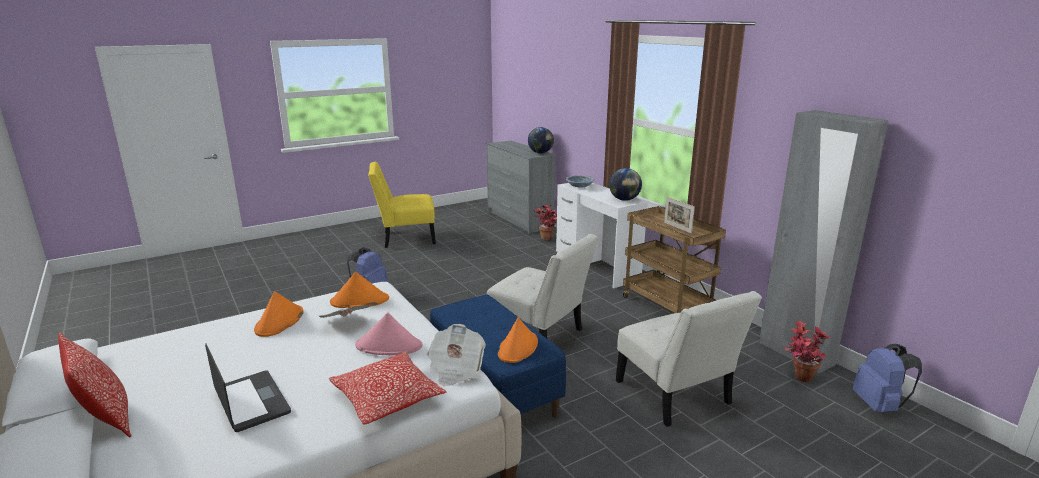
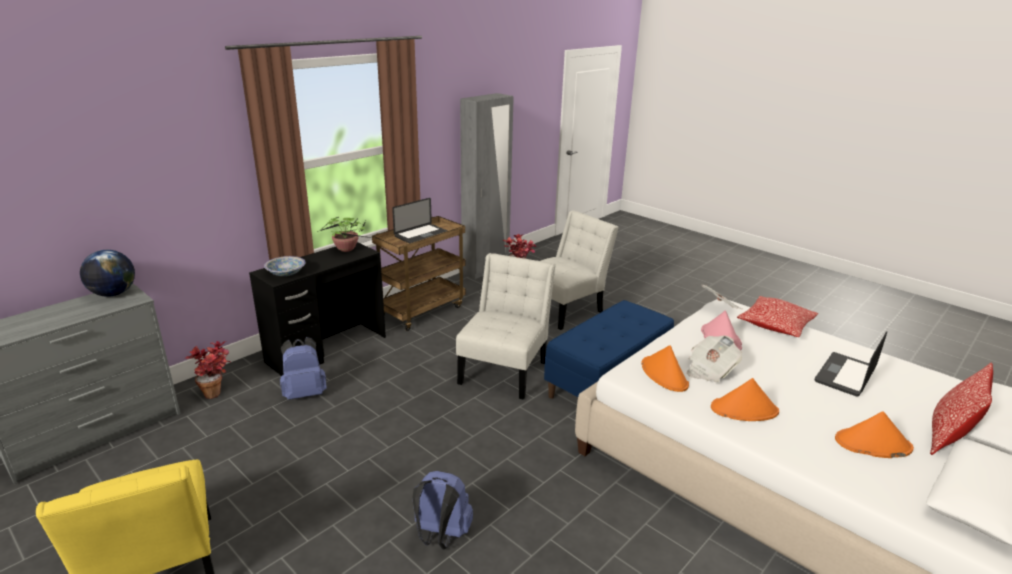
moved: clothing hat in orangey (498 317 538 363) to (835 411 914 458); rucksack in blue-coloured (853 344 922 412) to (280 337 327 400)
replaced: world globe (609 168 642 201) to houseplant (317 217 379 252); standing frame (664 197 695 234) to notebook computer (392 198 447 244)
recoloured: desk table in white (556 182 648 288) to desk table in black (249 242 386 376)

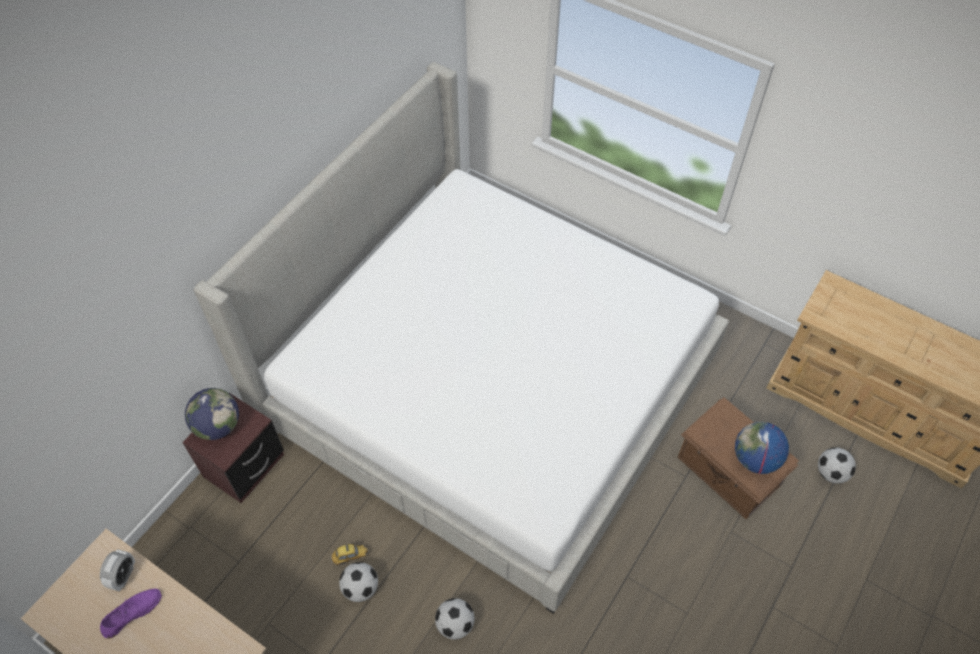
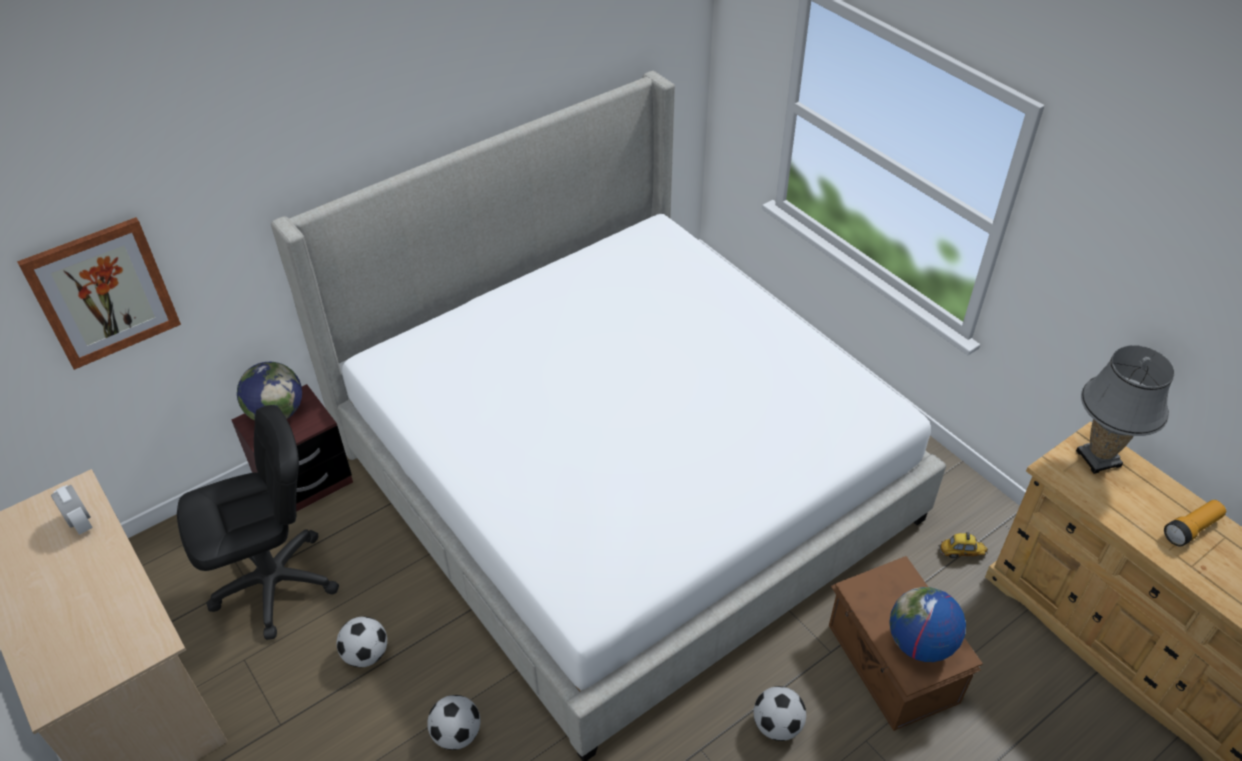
removed: low shoe in purple (100 589 162 638)
added: picture (17 217 181 370); table lamp in grey (1076 345 1175 474); office chair in black (177 405 339 640); flashlight (1164 500 1226 547)
moved: football (818 448 856 484) to (754 686 806 741); model car (330 544 369 565) to (939 531 988 558)
turned: alarm clock (100 549 135 592) = (51 485 93 535) 75 degrees counterclockwise

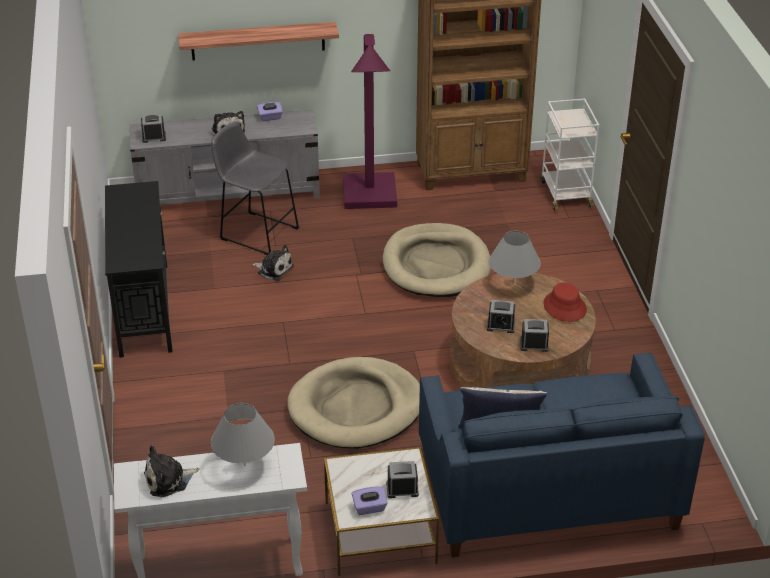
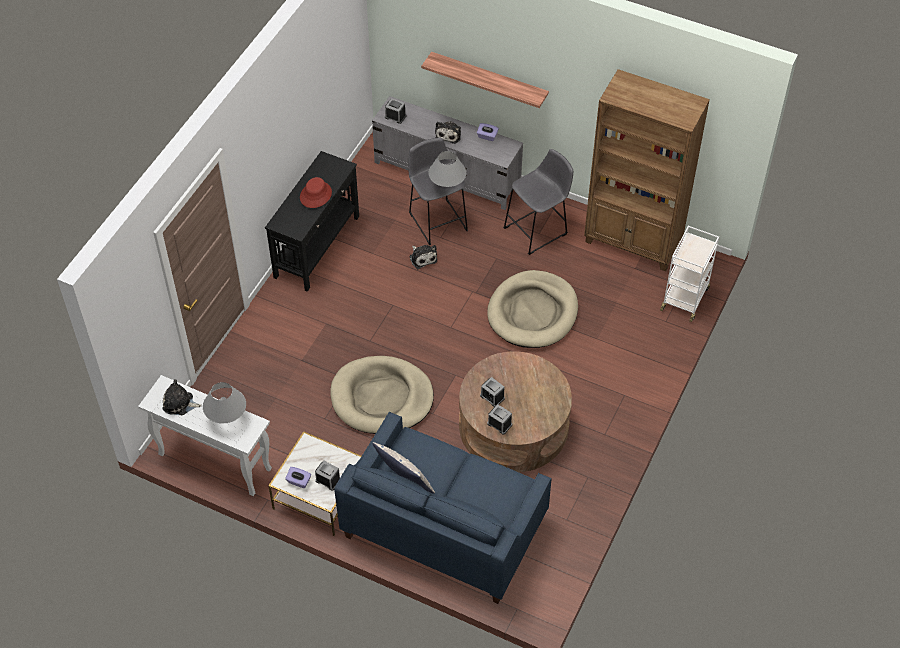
moved: table lamp in grey (489 231 541 284) to (429 151 466 187); clothing hat in red-coloured (543 282 587 322) to (300 177 332 208)
replaced: floor lamp in purple (343 34 397 209) to stool in grey (503 149 573 255)

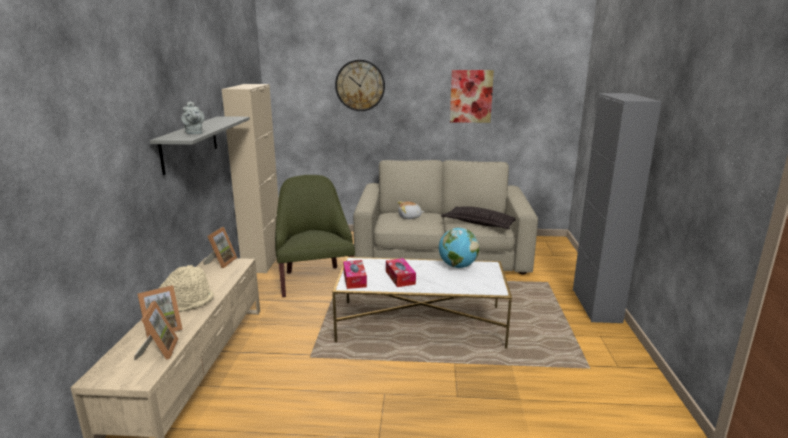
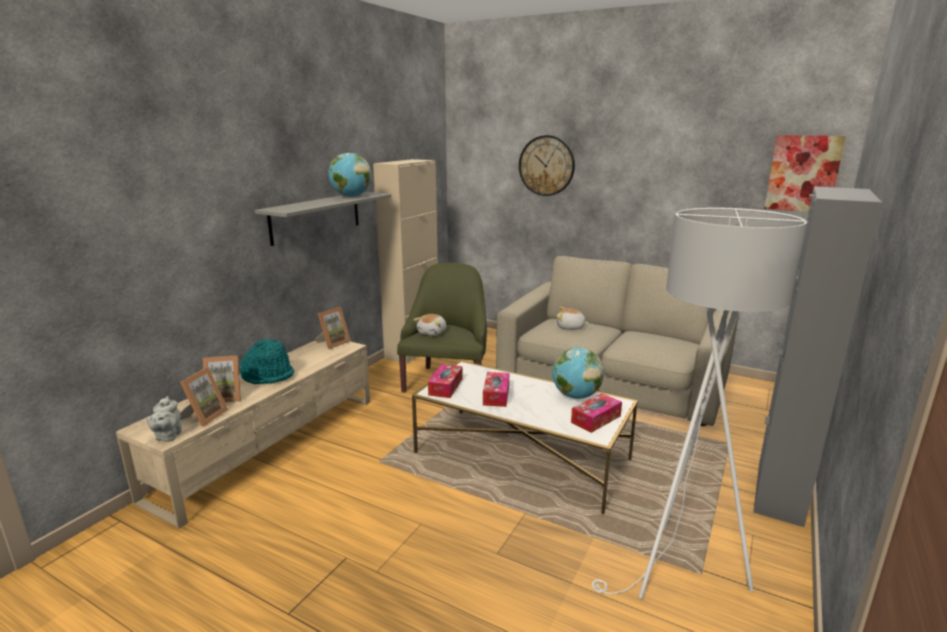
removed: throw pillow (441 206 516 229)
added: world globe (328 153 372 197); floor lamp in white (592 208 808 599); plush toy (414 314 446 336); tissue holder (571 393 622 433)
moved: picture (450 70 494 123) to (764 135 846 212); teapot in grey (181 101 204 134) to (147 396 182 442)
recoloured: clothing hat in beige-coloured (159 265 214 312) to clothing hat in turquoise (239 339 294 384)

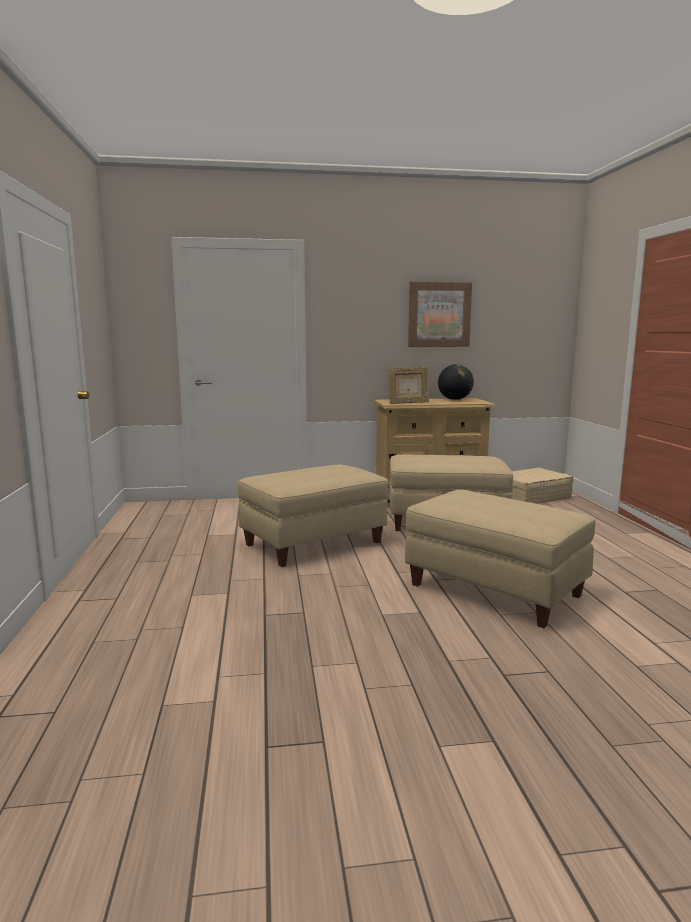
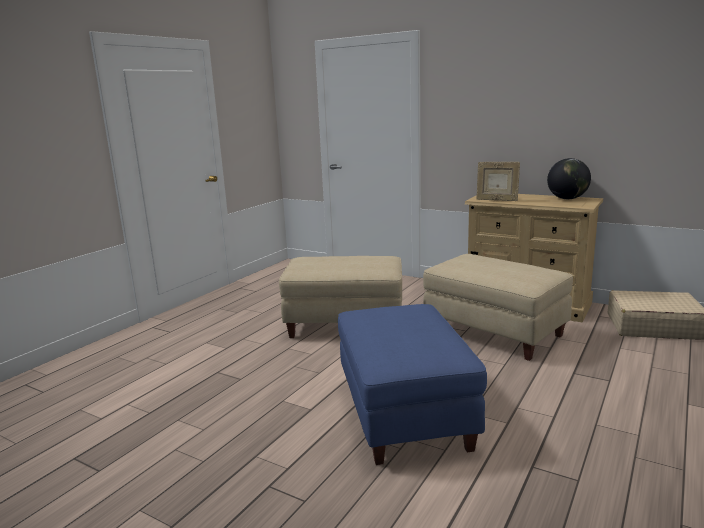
removed: picture (408 282 472 347)
recoloured: ottoman in beige-coloured (405 490 595 628) to ottoman in blue-coloured (338 304 487 465)

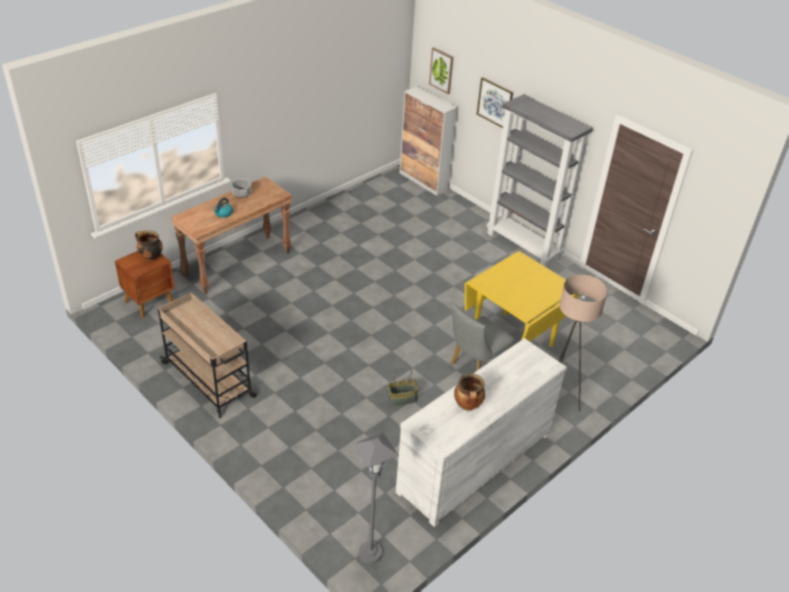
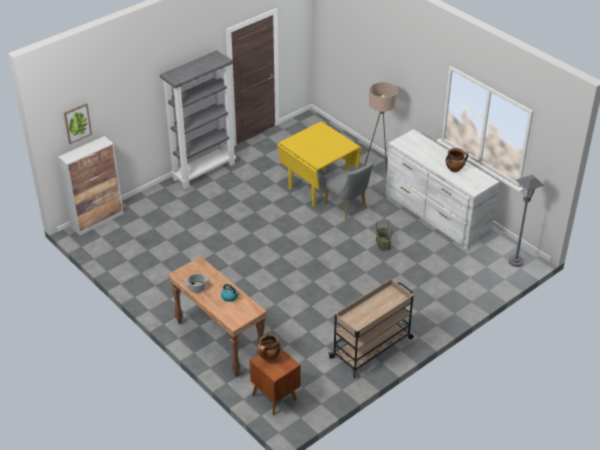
removed: picture (477 77 513 128)

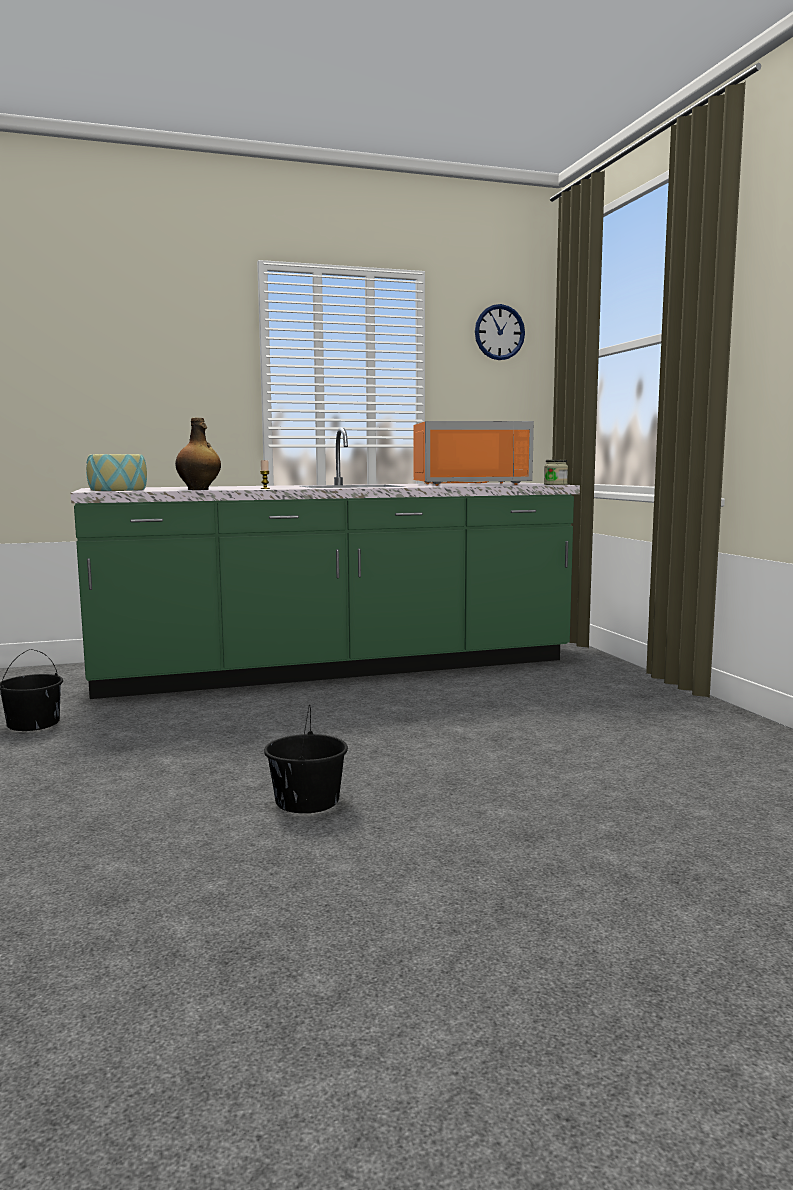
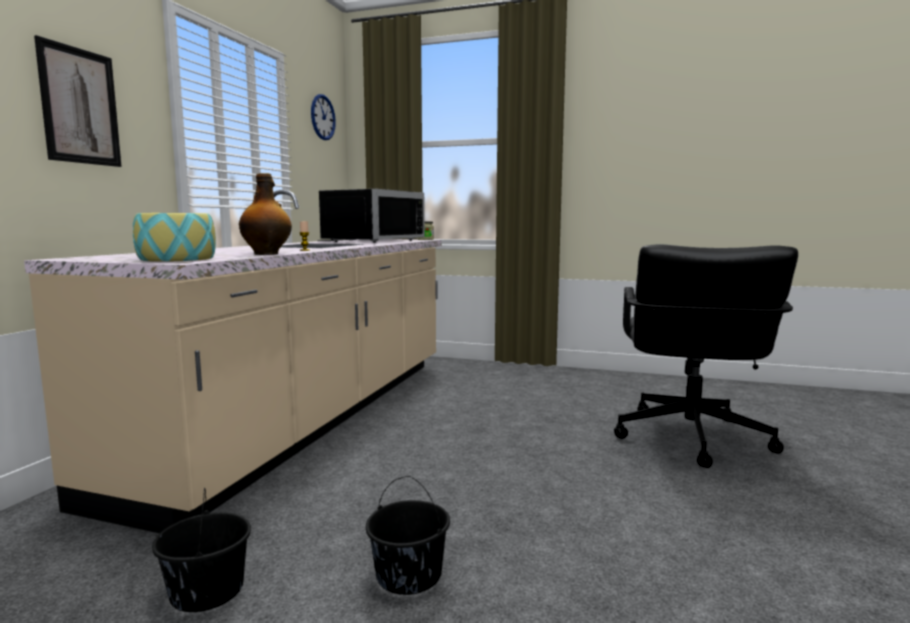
added: picture (34 35 122 167); office chair in black (614 244 798 468)
moved: bucket in black (264 705 348 813) to (366 476 450 595)
recoloured: microwave oven in orangey (414 421 534 486) to microwave oven in black (318 189 425 243); kitchen counter in green (71 427 580 699) to kitchen counter in beige-coloured (24 190 442 533)

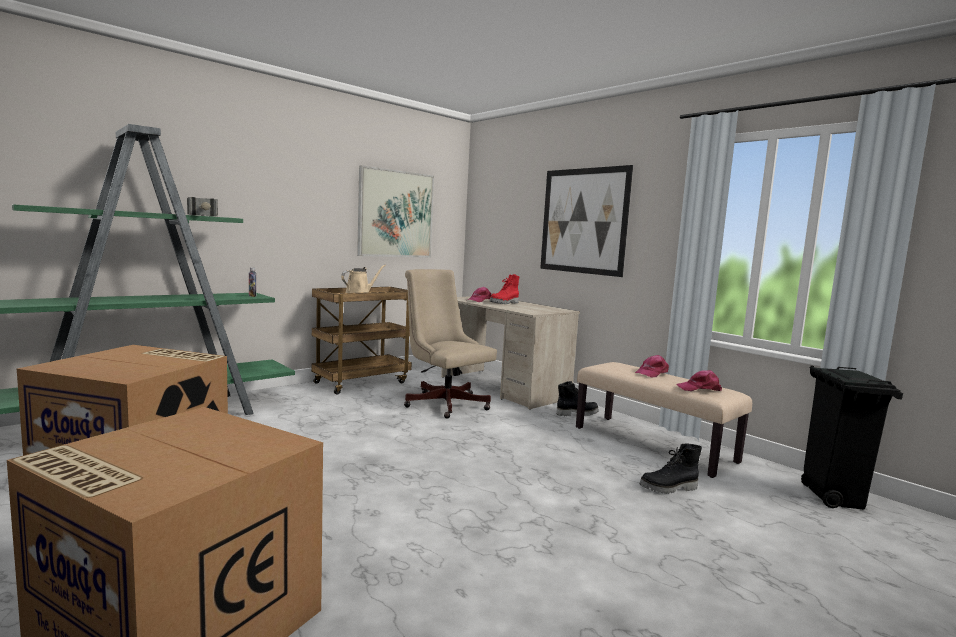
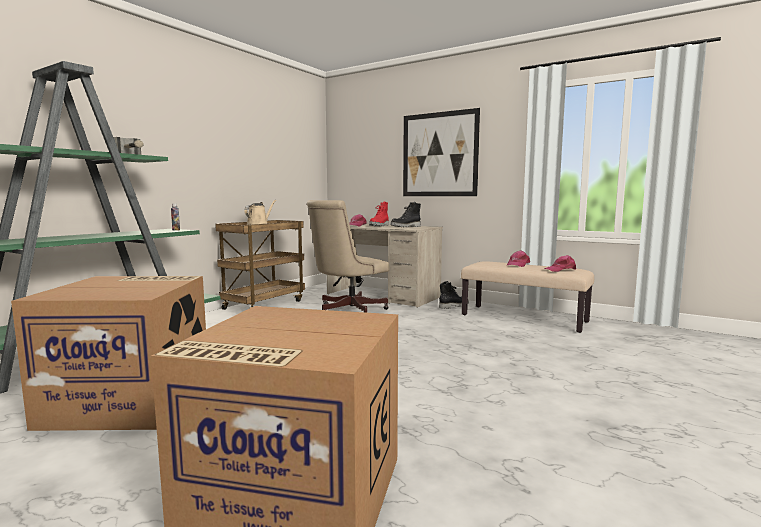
removed: picture (357 165 434 257); rubbish bin in black (801 365 903 510)
moved: boot in black (639 444 702 494) to (390 202 421 227)
turned: office chair in beige-coloured (404 269 497 419) = (307 200 390 313) 75 degrees counterclockwise

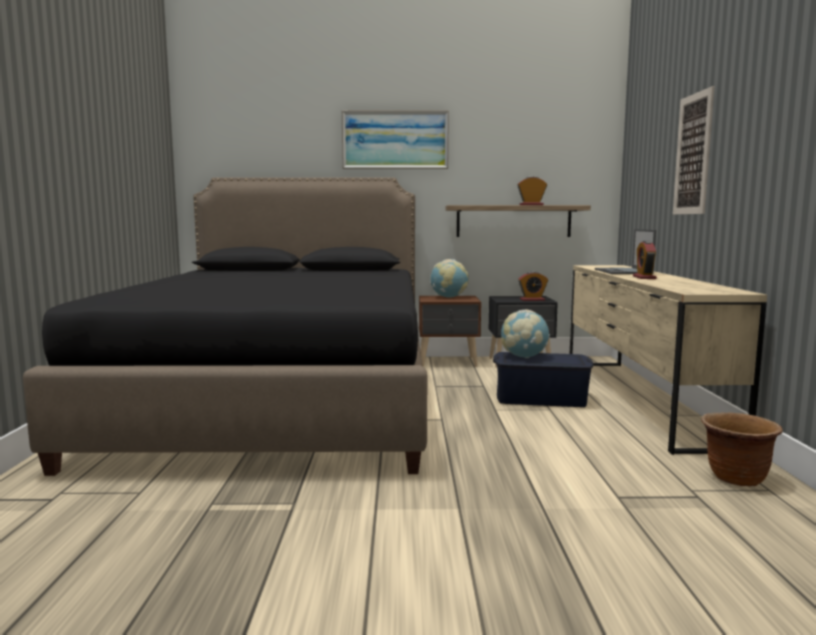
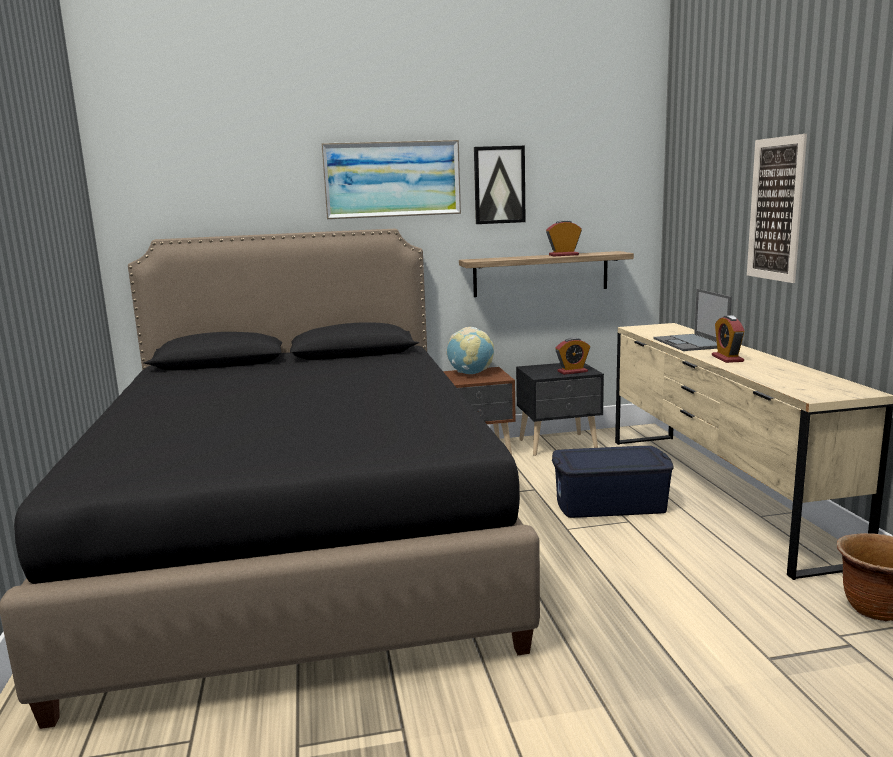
removed: world globe (501 310 550 358)
added: picture (474 146 526 224)

